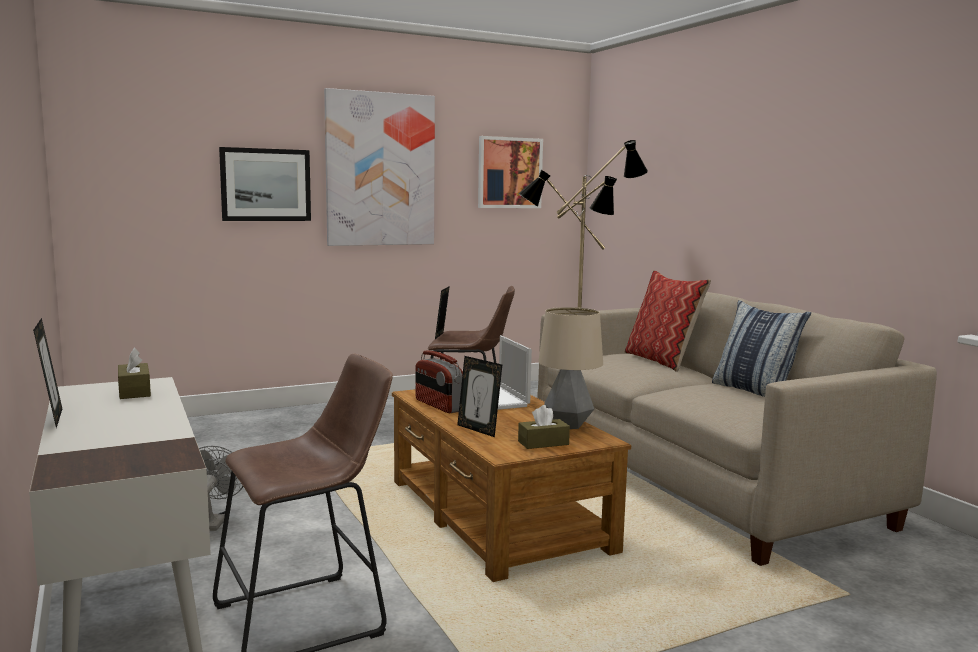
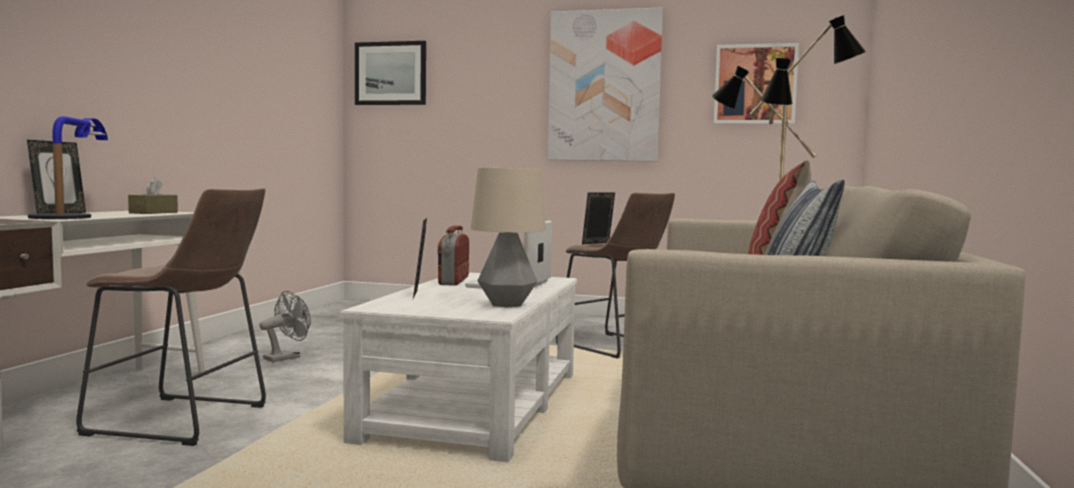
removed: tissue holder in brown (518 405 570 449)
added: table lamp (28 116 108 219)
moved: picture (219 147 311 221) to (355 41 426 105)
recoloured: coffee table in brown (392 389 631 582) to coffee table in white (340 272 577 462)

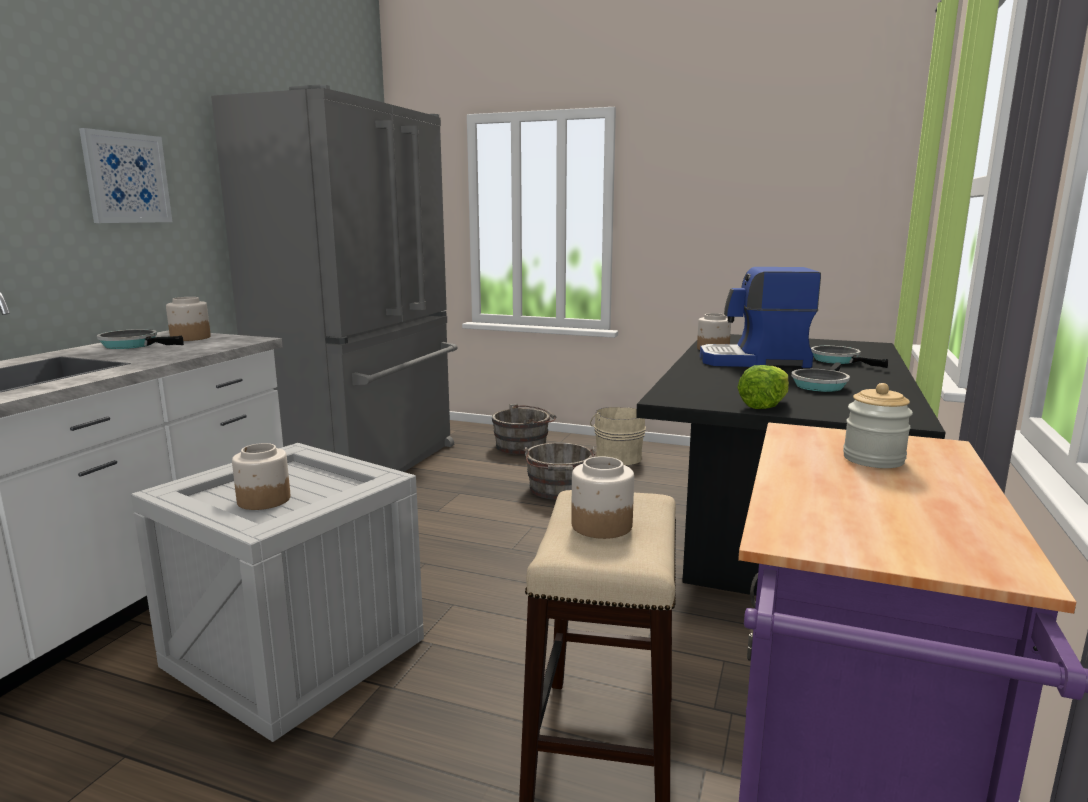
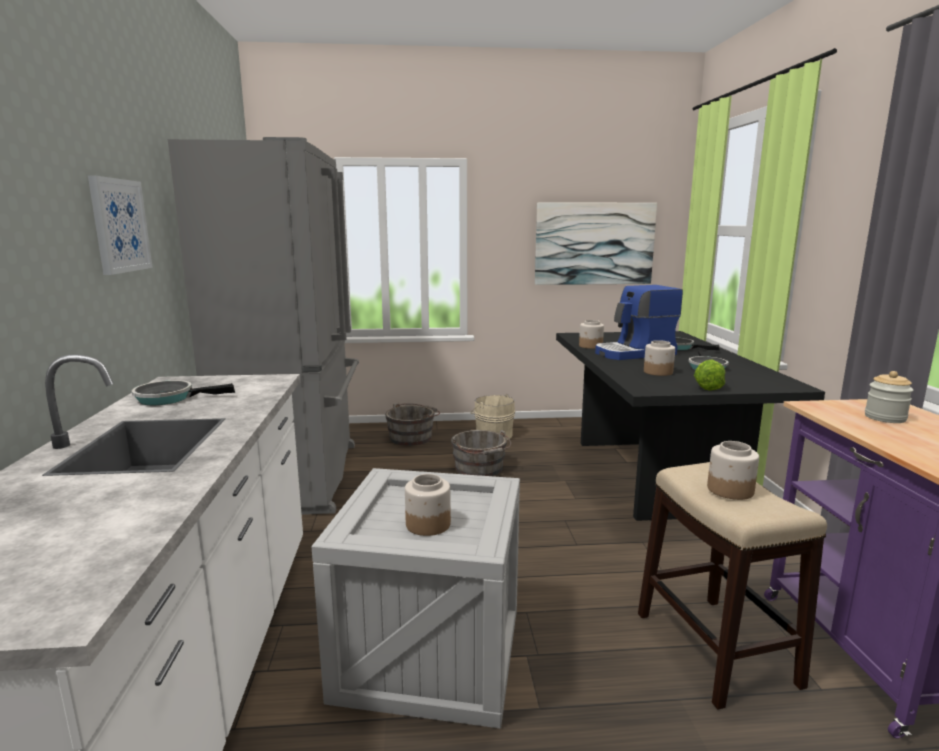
added: picture (535 202 657 285)
moved: jar (166 297 211 341) to (644 340 675 376)

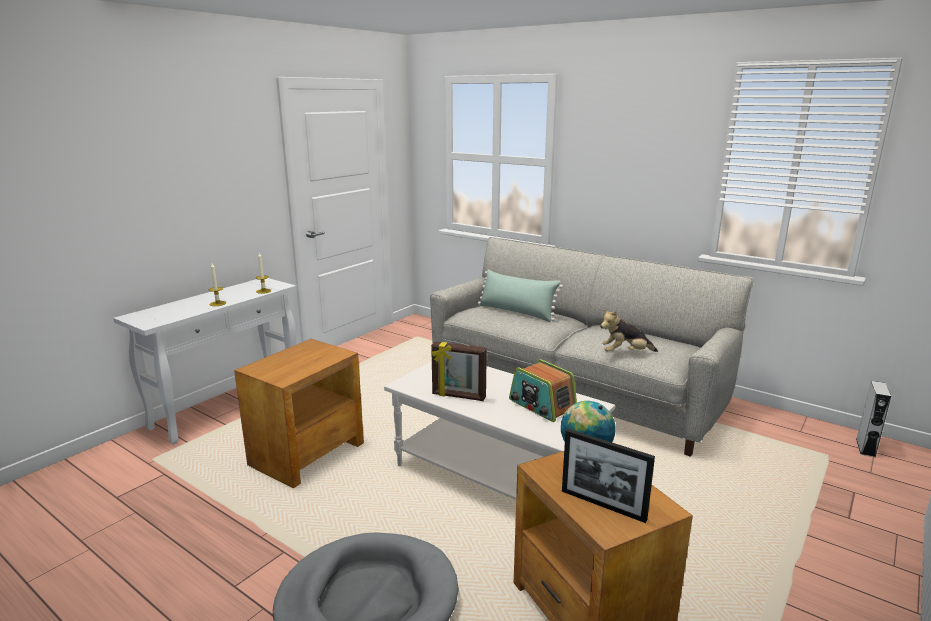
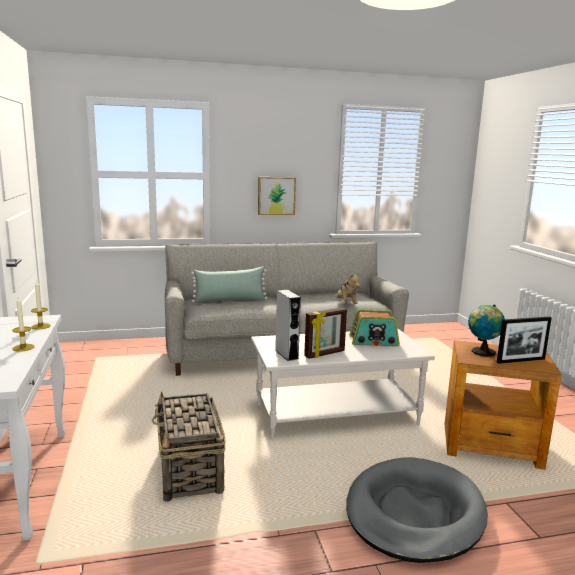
added: picture (258 177 296 215)
moved: audio speaker in grey (856 381 891 457) to (275 290 301 361)
replaced: accent table in brown (234 339 364 488) to basket (152 392 226 501)
turned: plush toy (600 309 658 352) = (334 273 360 304) 45 degrees counterclockwise

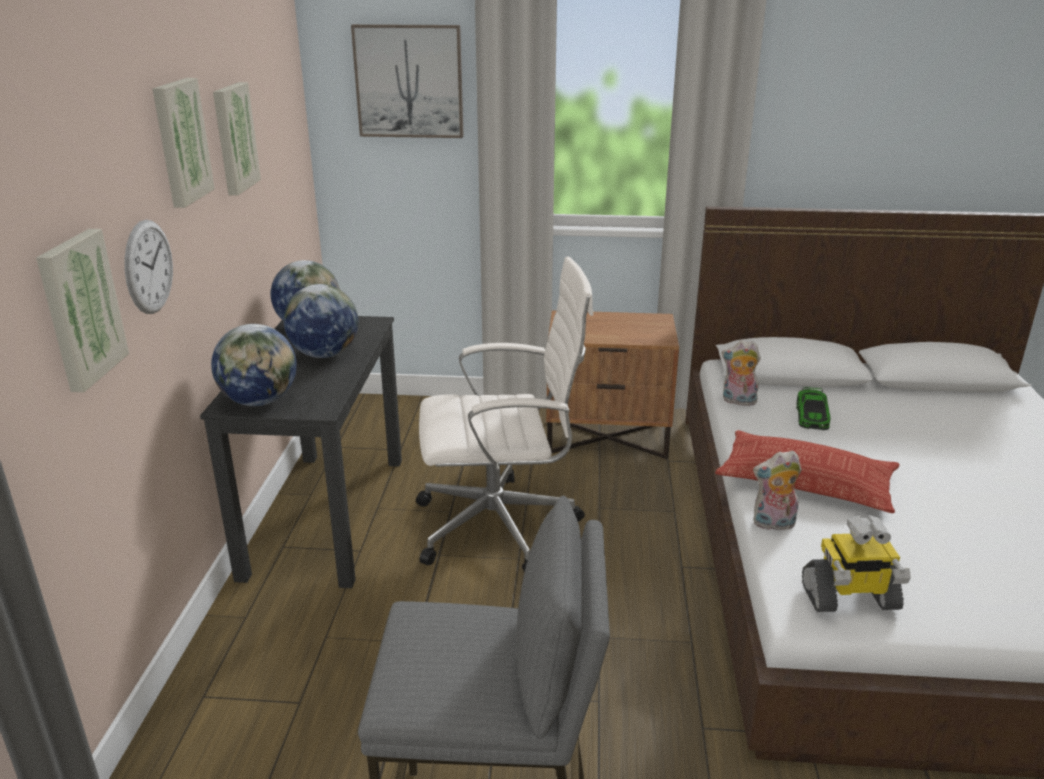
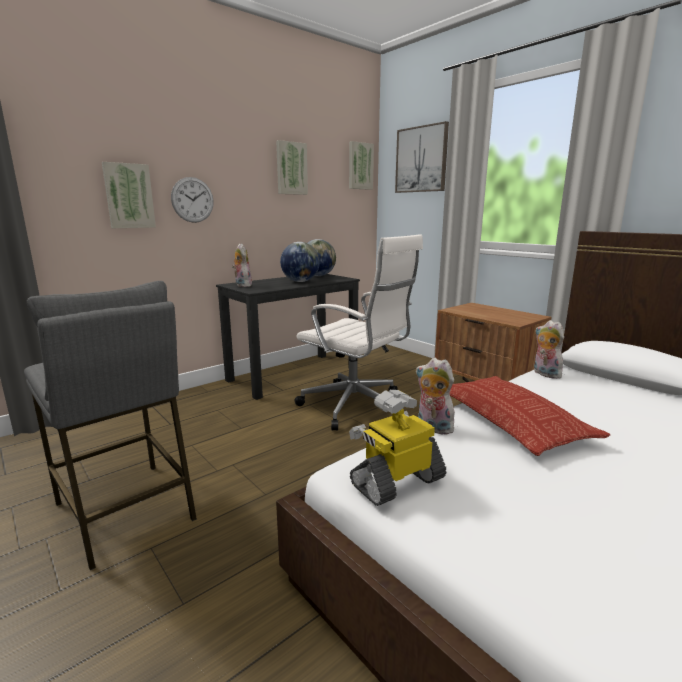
removed: model car (796 387 830 430)
moved: picture (152 78 215 208) to (349 141 374 190)
replaced: world globe (211 324 297 406) to plush toy (232 244 252 287)
turned: model robot (802 515 911 612) = (349 390 446 506) 105 degrees clockwise

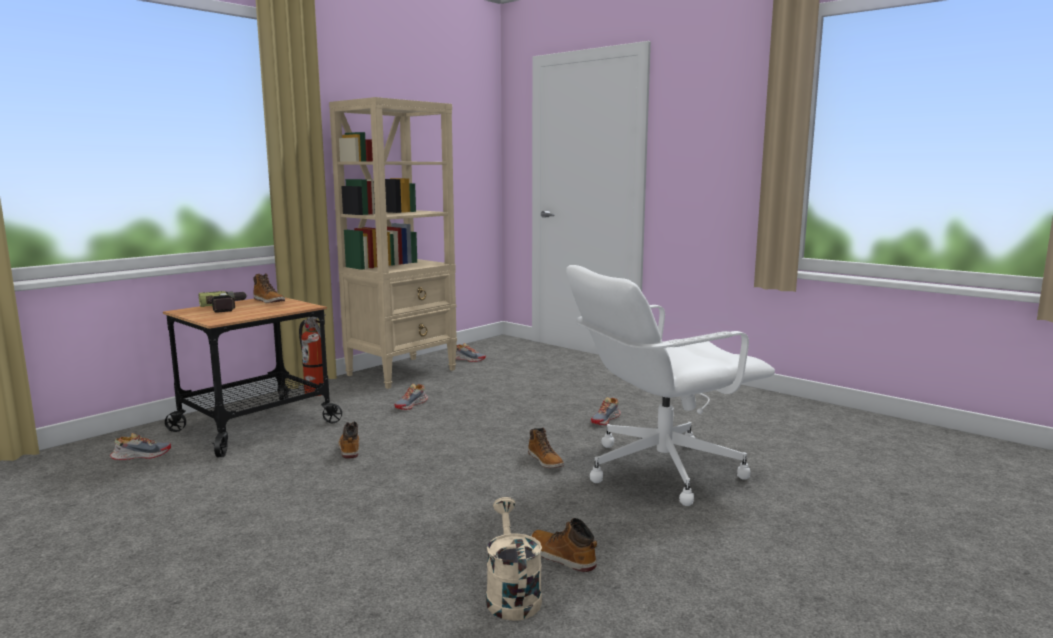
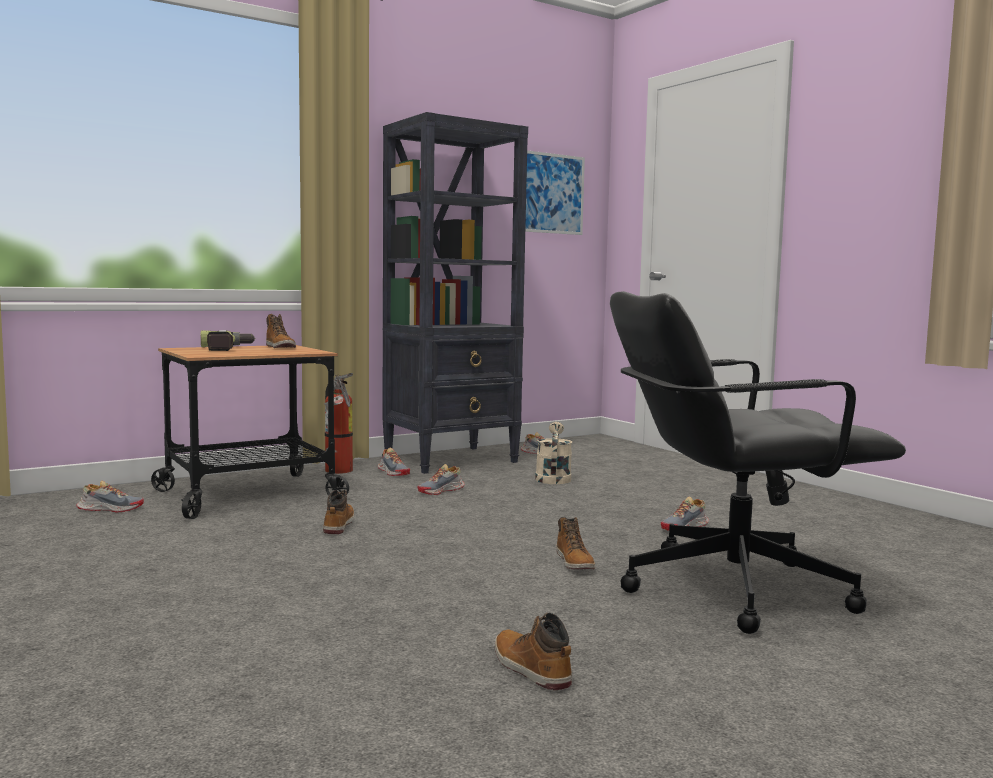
added: picture (525 150 585 235); low shoe (378 448 410 476)
moved: watering pot in beige-coloured (486 497 542 621) to (535 422 572 484)
recoloured: bookcase in beige-coloured (329 97 457 389) to bookcase in black (383 112 528 474); office chair in white (566 265 775 506) to office chair in black (610 291 906 634)

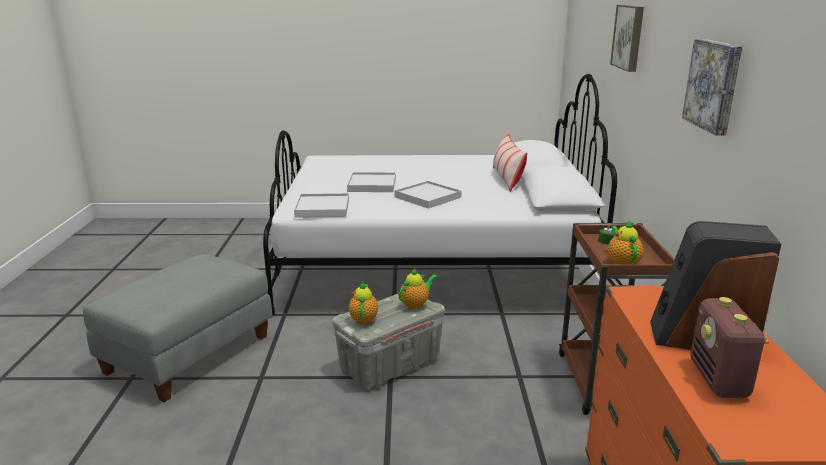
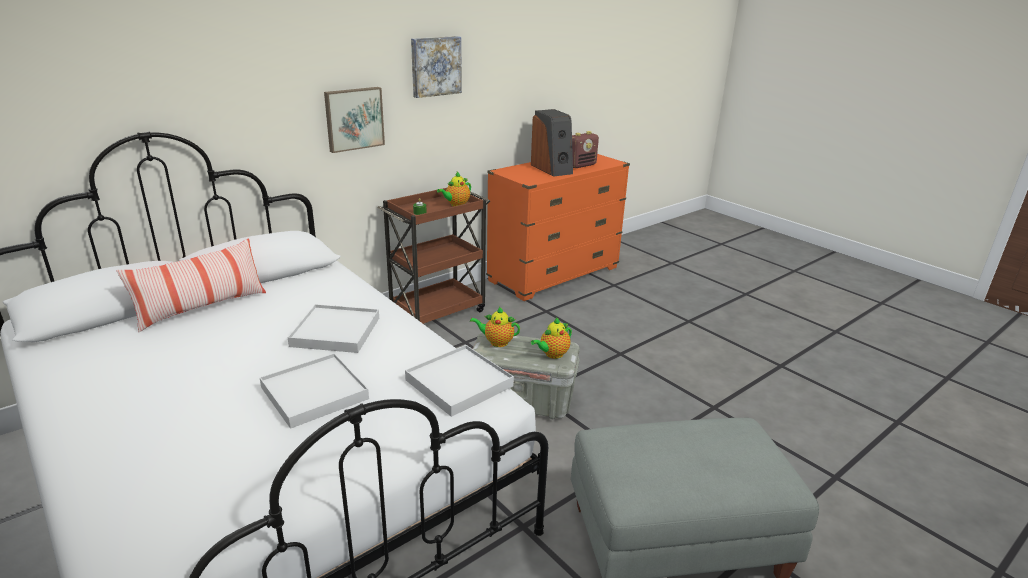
moved: picture (610 5 644 72) to (324 87 385 153)

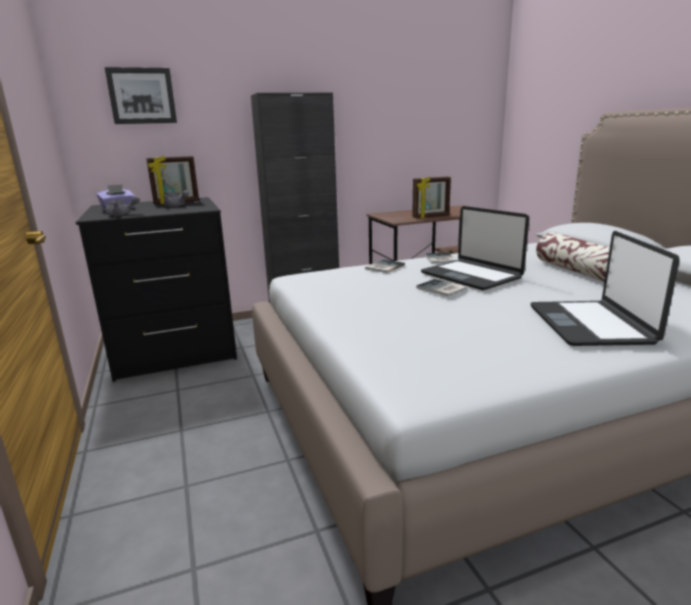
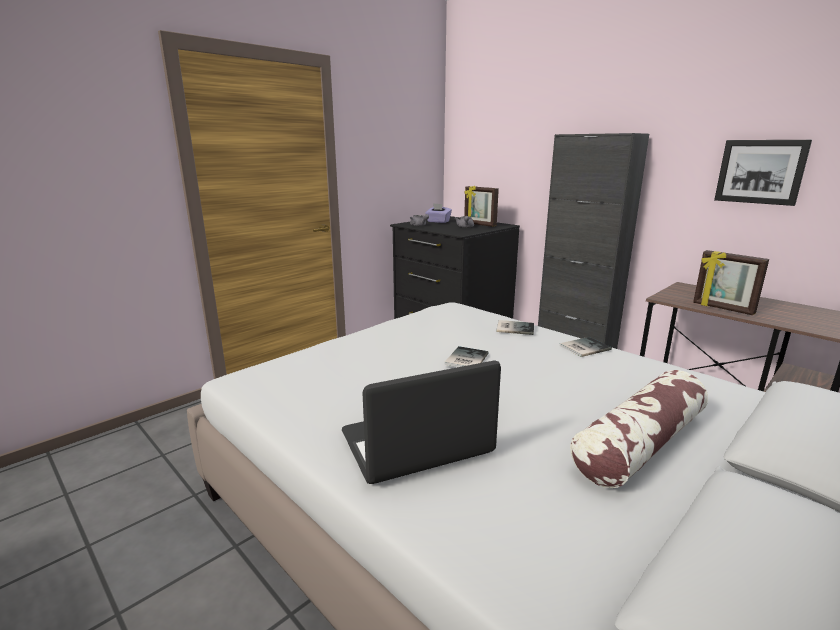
removed: notebook computer (421 206 529 290)
moved: picture (105 67 177 124) to (714 140 812 206)

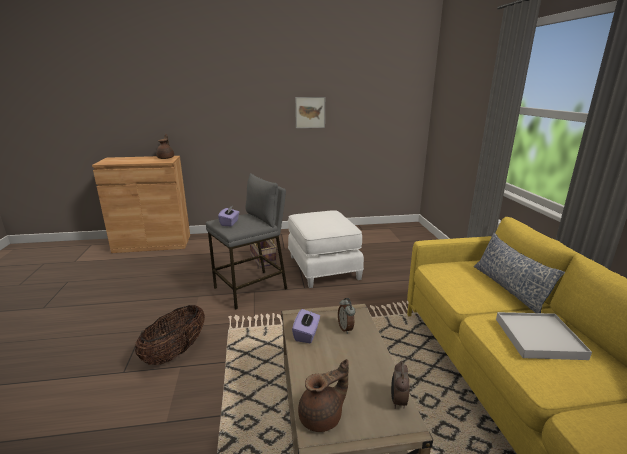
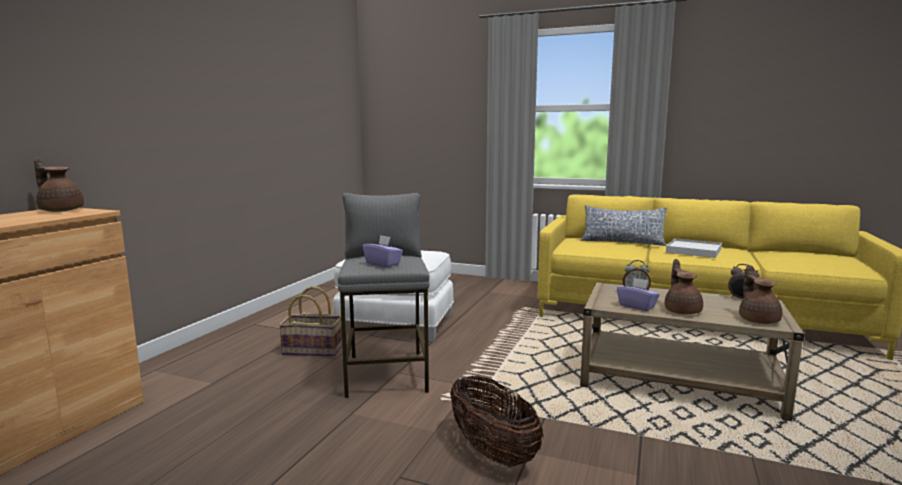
removed: picture (295 97 325 128)
added: teapot in brown (665 259 703 315)

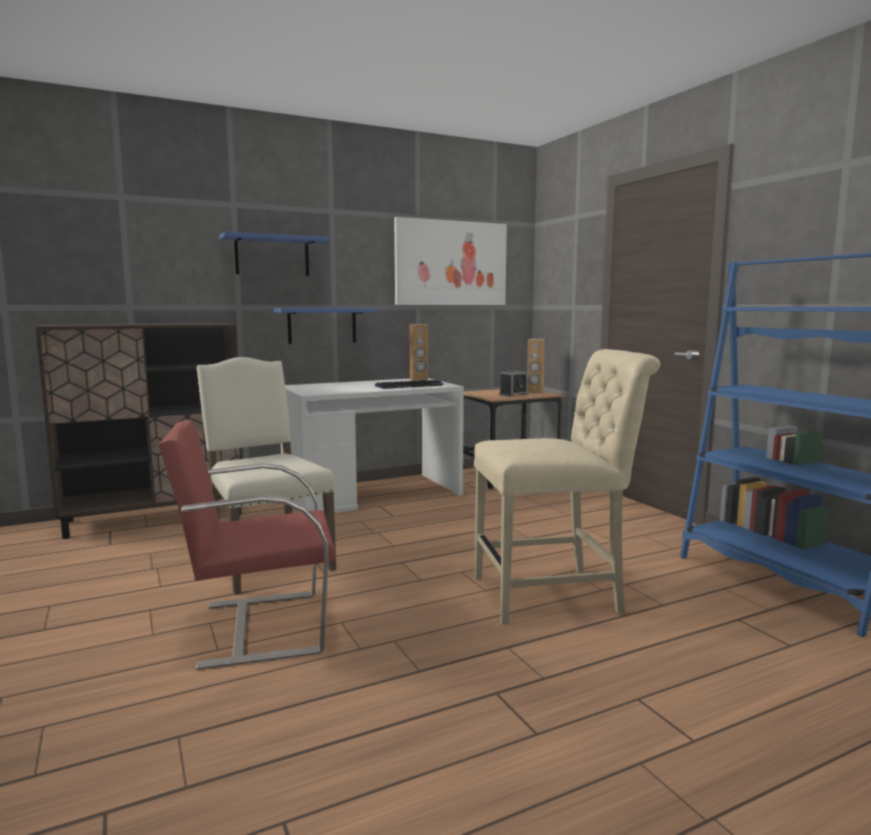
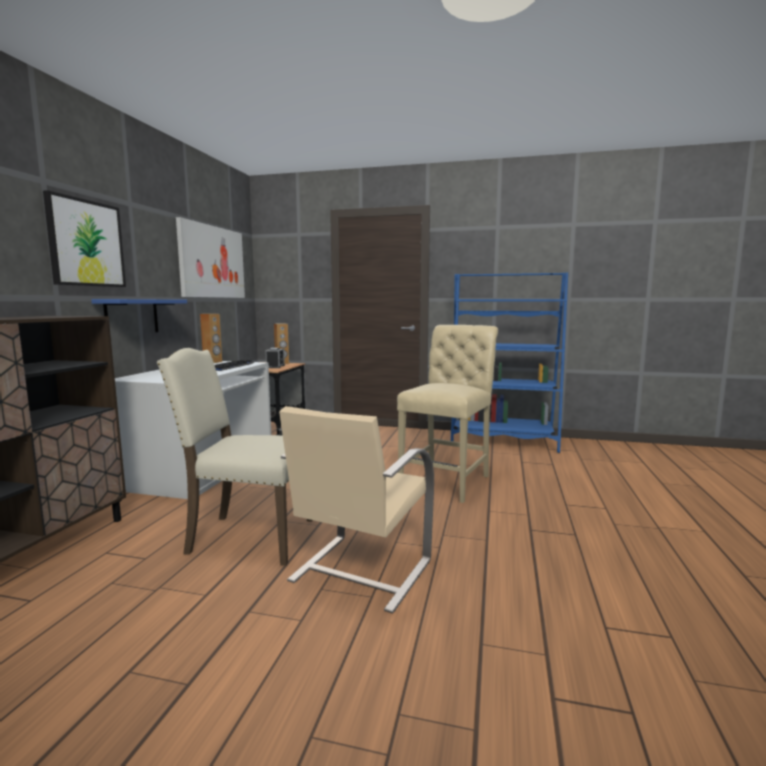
replaced: wall shelf in blue-coloured (219 232 330 276) to picture (43 190 126 287)
recoloured: chair in red-coloured (158 420 335 670) to chair in beige-coloured (279 406 434 613)

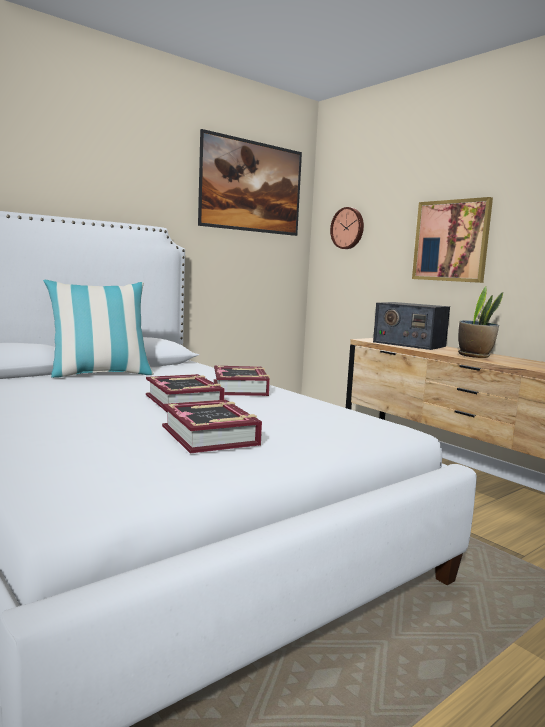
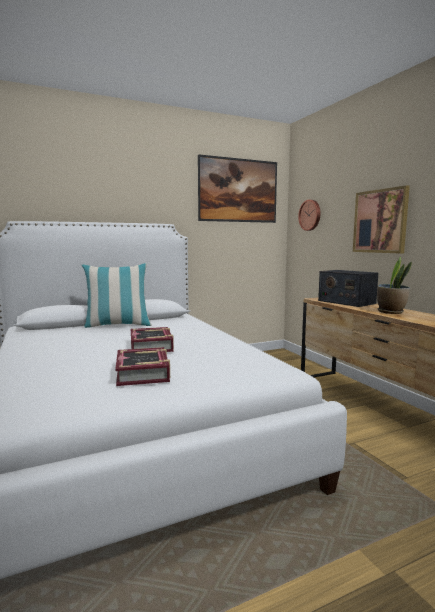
removed: volume (214 365 270 396)

